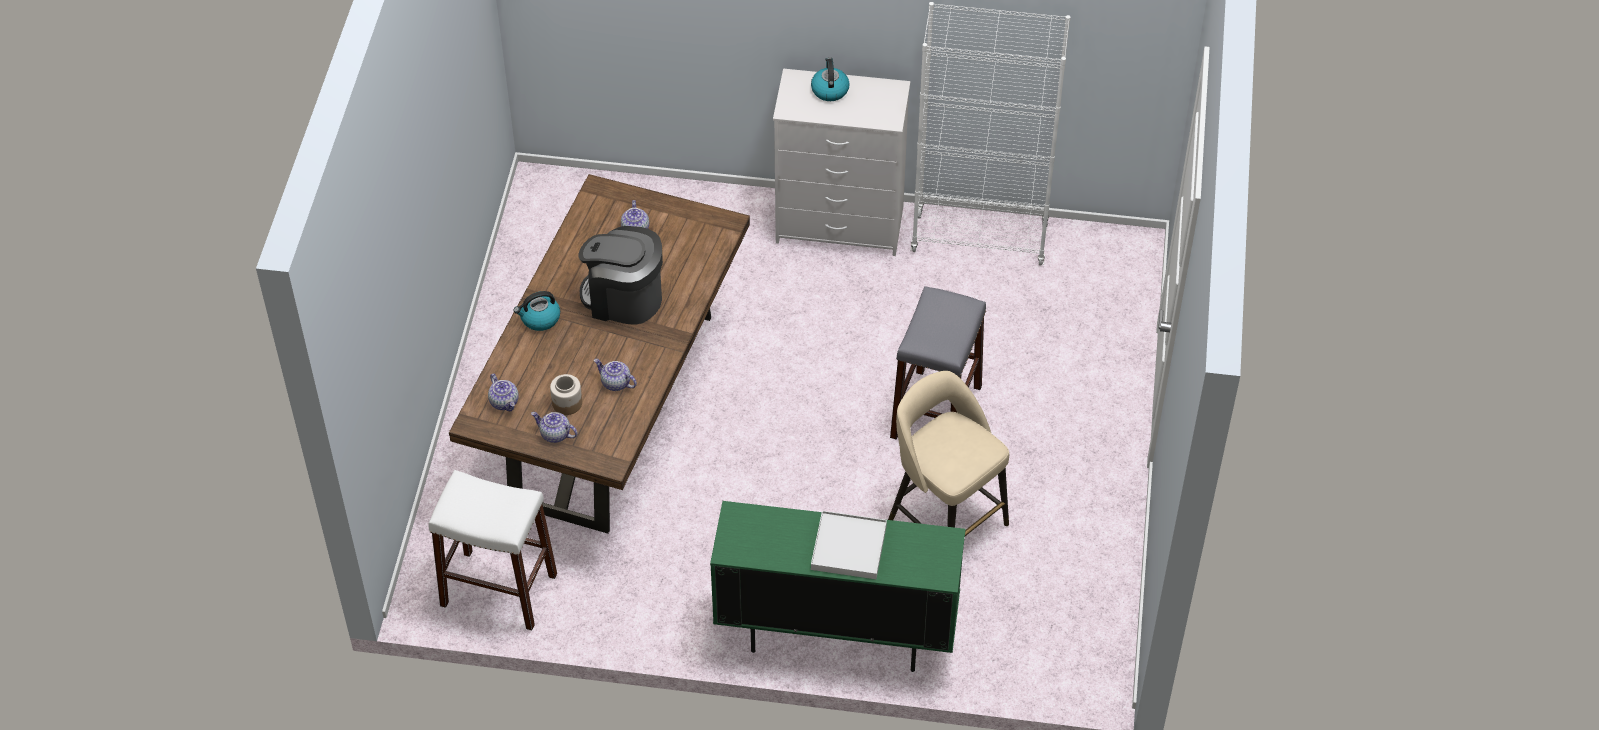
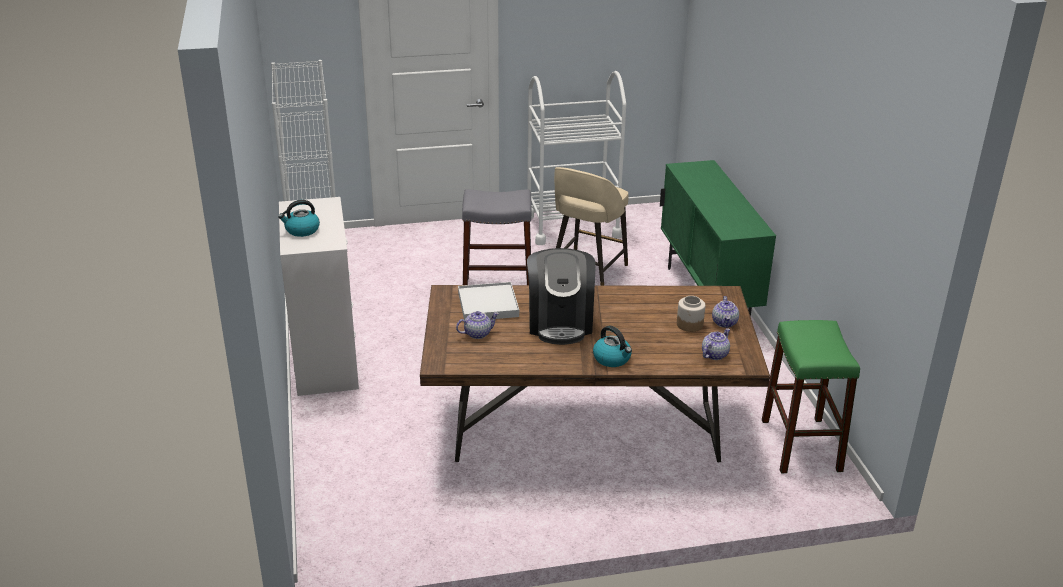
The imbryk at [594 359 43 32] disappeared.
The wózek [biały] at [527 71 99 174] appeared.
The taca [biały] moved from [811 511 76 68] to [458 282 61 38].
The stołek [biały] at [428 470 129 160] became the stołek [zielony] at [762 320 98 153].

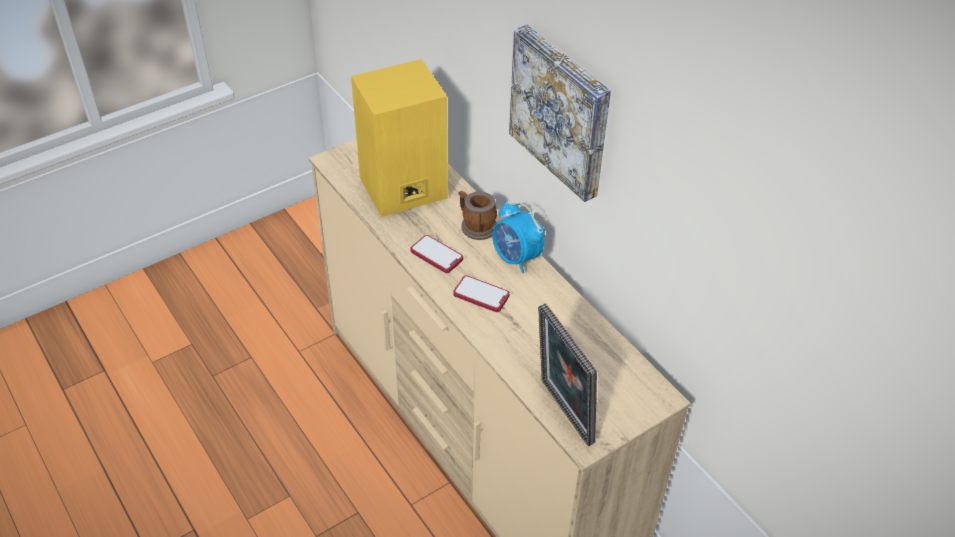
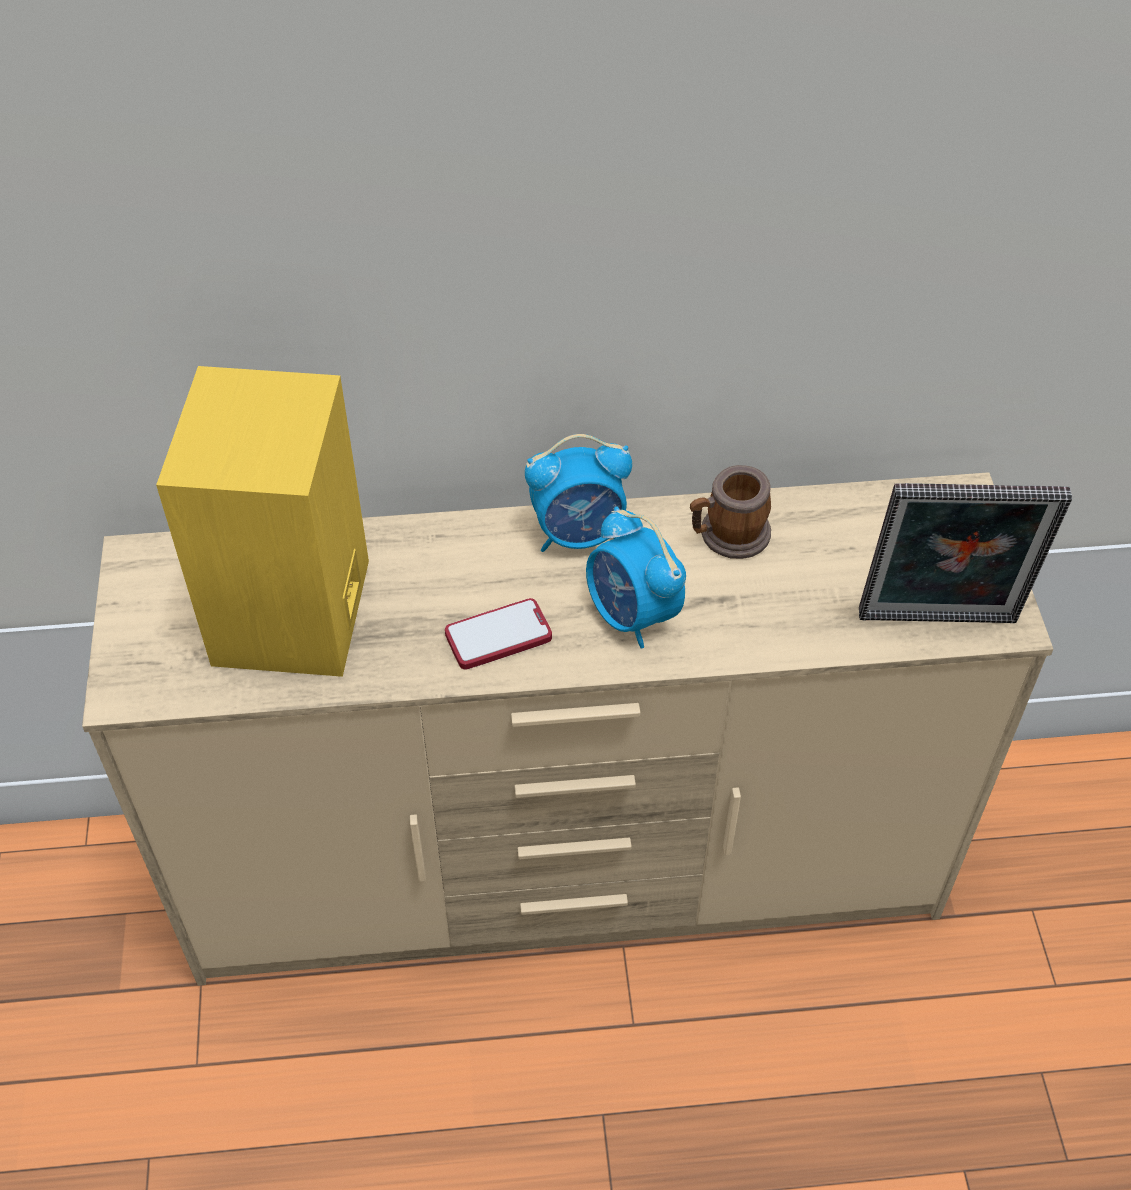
The obraz at [509 25 102 177] disappeared.
The kubek moved from [458 191 39 49] to [690 465 81 94].
The telefon at [453 275 57 37] was replaced by the budzik at [586 506 100 143].

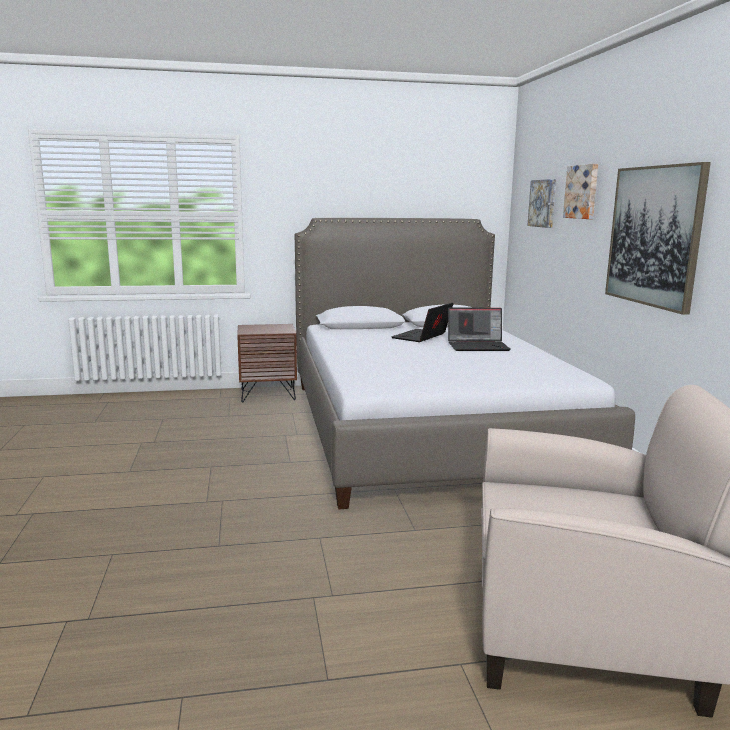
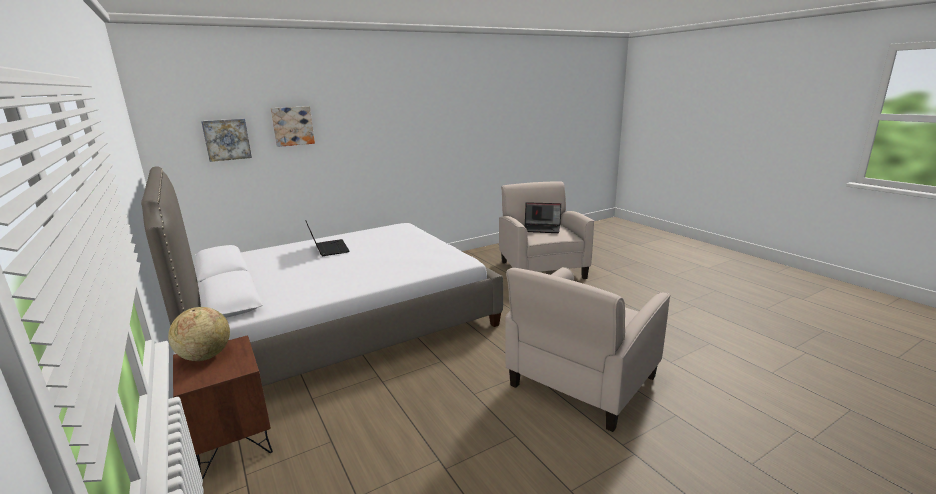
The obraz at [605 162 106 153] disappeared.
The globus at [168 307 62 54] appeared.
The fotel [beżowy] at [505 267 165 165] appeared.
The laptop moved from [391 303 63 39] to [524 202 37 31].

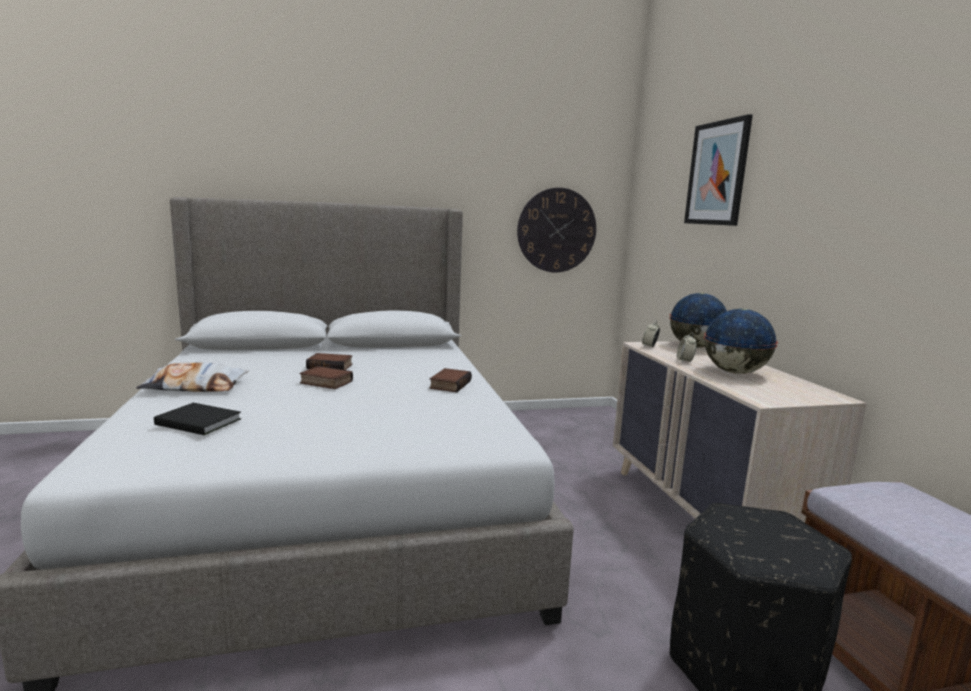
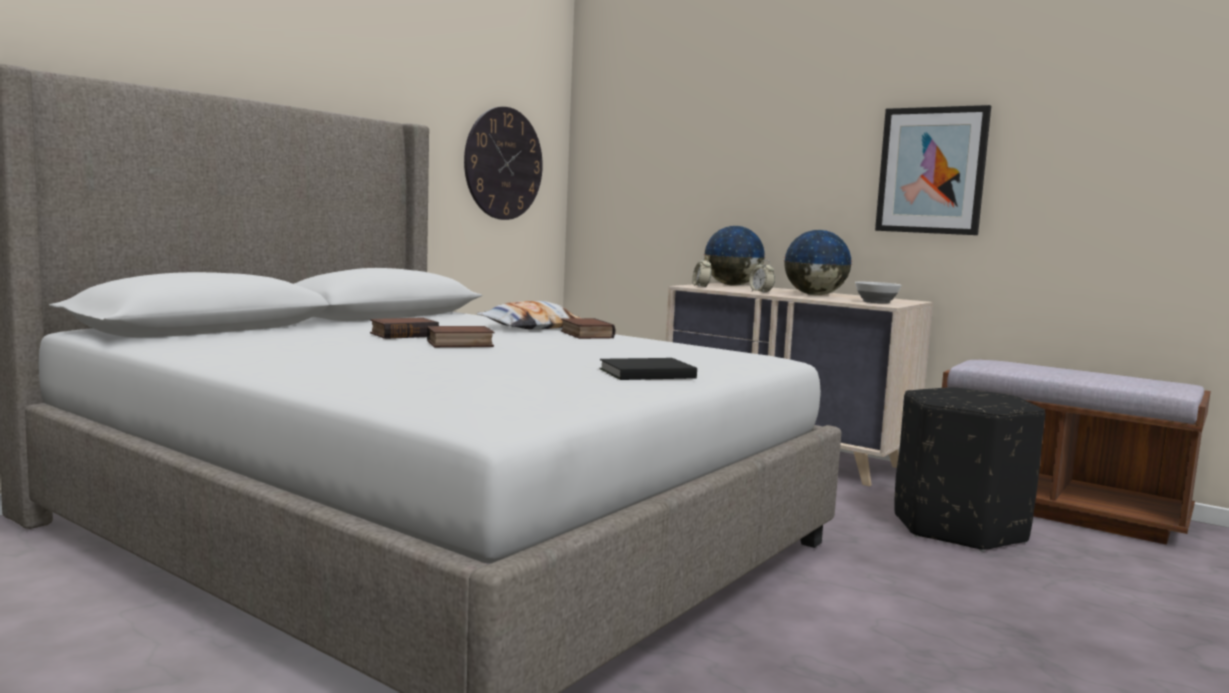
The miska at [855 282 47 22] appeared.
The poduszka moved from [136 362 113 30] to [476 301 104 29].
The książka [czarny] moved from [154 403 87 32] to [600 358 97 22].
The obraz moved from [684 114 69 112] to [875 105 116 130].

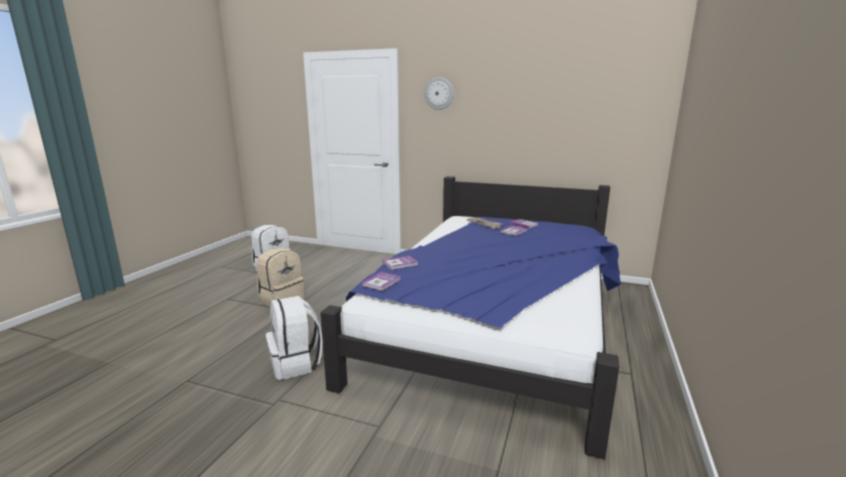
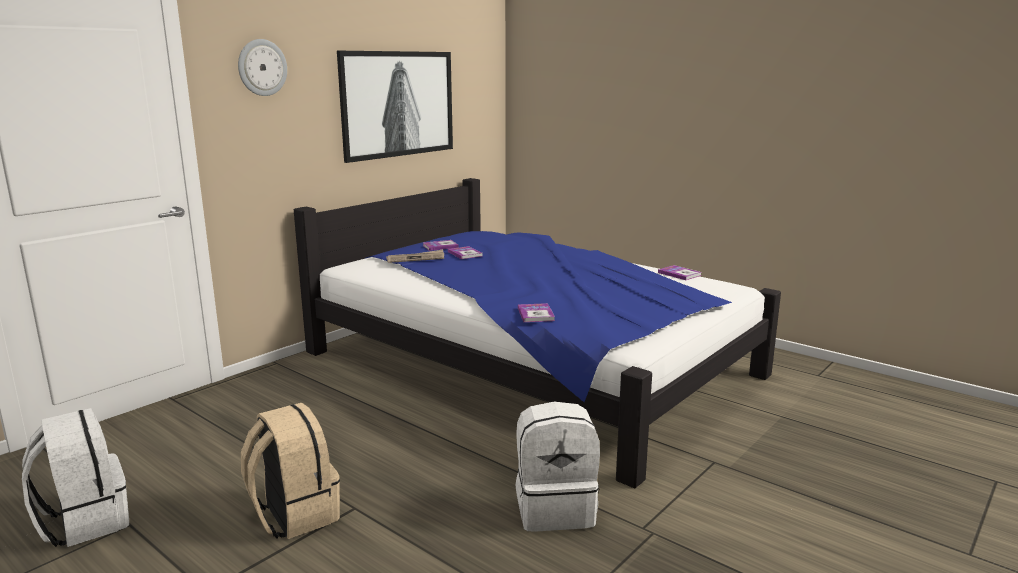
The obraz at [337 51 116 112] appeared.
The książka moved from [361 272 40 19] to [658 265 43 15].

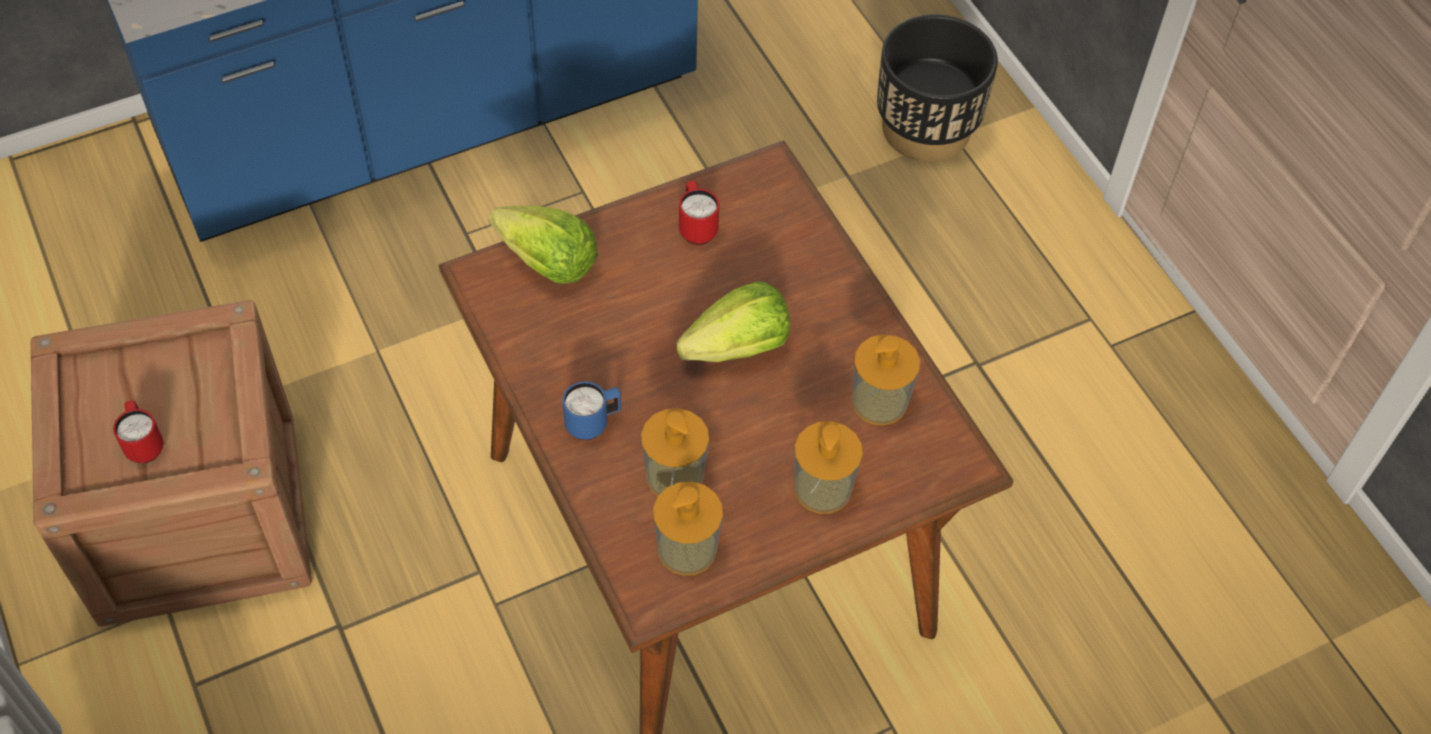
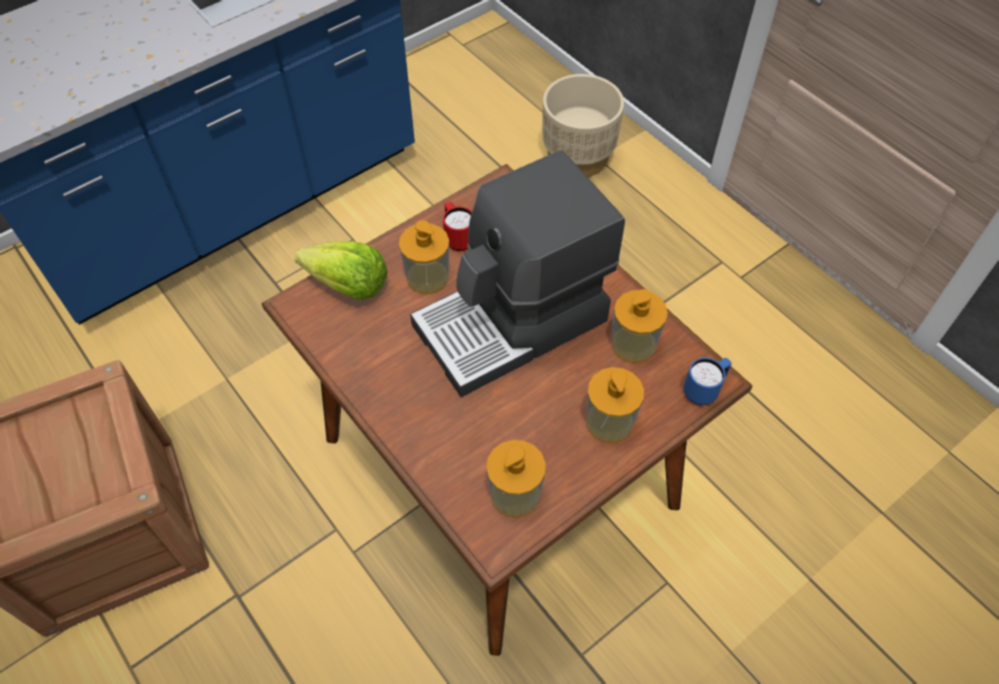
The kubek [czerwony] at [113 400 51 63] disappeared.
The kubek [niebieski] moved from [562 381 59 59] to [684 357 48 48].
The dozownik mydła moved from [641 408 68 88] to [399 220 50 74].
The sałata at [677 282 113 80] was replaced by the ekspres do kawy at [410 150 215 247].
The donica [czarny] at [877 14 121 148] became the donica [beżowy] at [543 74 81 103].

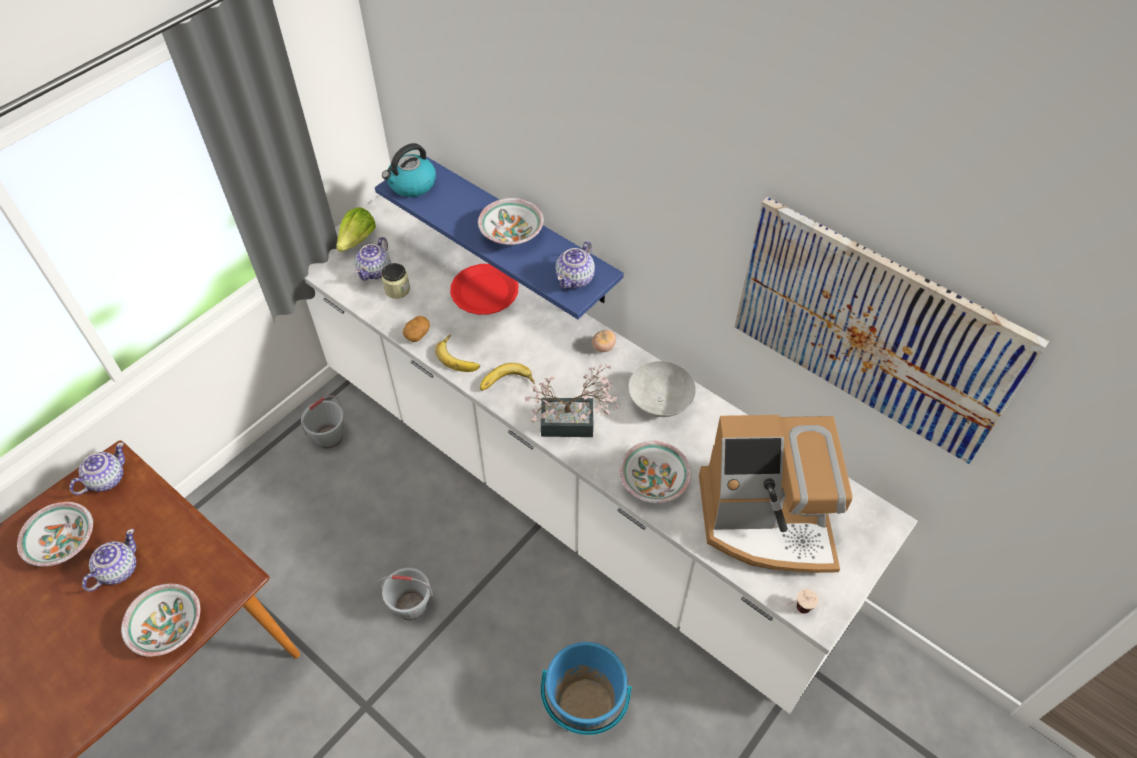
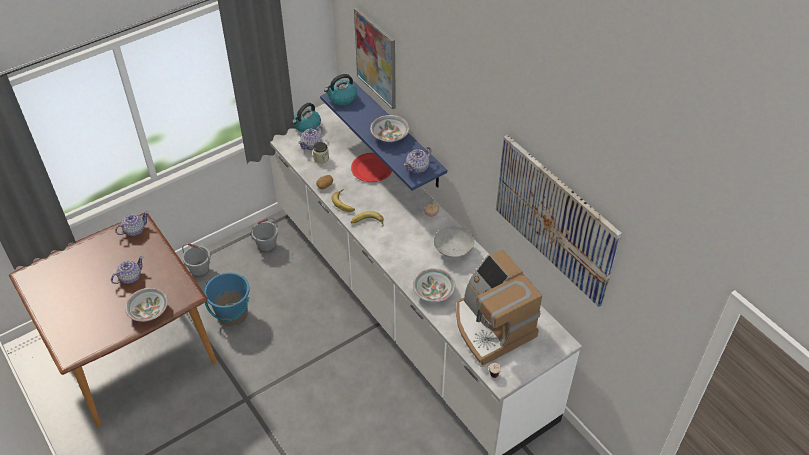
The miska at [17 502 76 64] disappeared.
The roślina doniczkowa at [525 364 93 73] disappeared.
The obraz at [354 7 42 103] appeared.
The wiadro [szary] moved from [379 568 54 53] to [182 243 28 34].
The wiadro [niebieski] moved from [541 642 91 93] to [204 272 46 54].
The sałata at [336 207 40 45] was replaced by the czajnik at [292 103 29 29].
The ekspres do kawy at [699 415 153 158] turned 45 degrees clockwise.

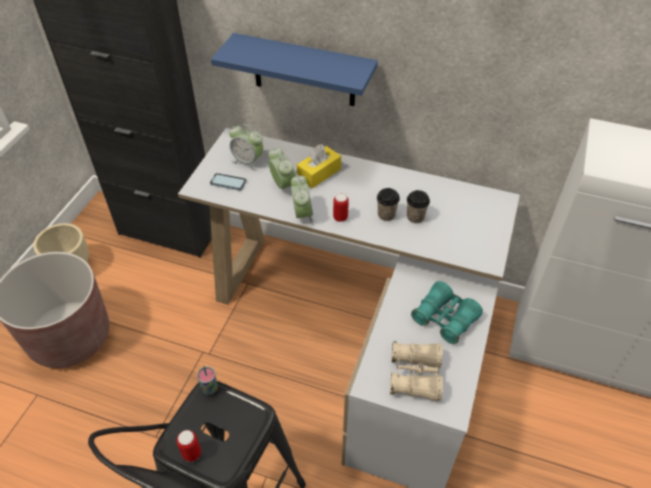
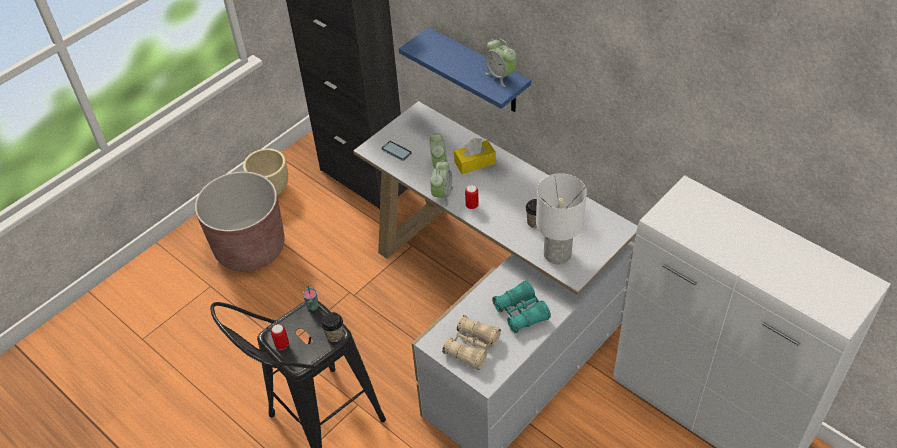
The lampa stołowa [biały] at [536 173 51 91] appeared.
The budzik moved from [229 124 34 47] to [485 39 31 48].
The filiżanka moved from [377 188 23 33] to [321 312 22 30].

